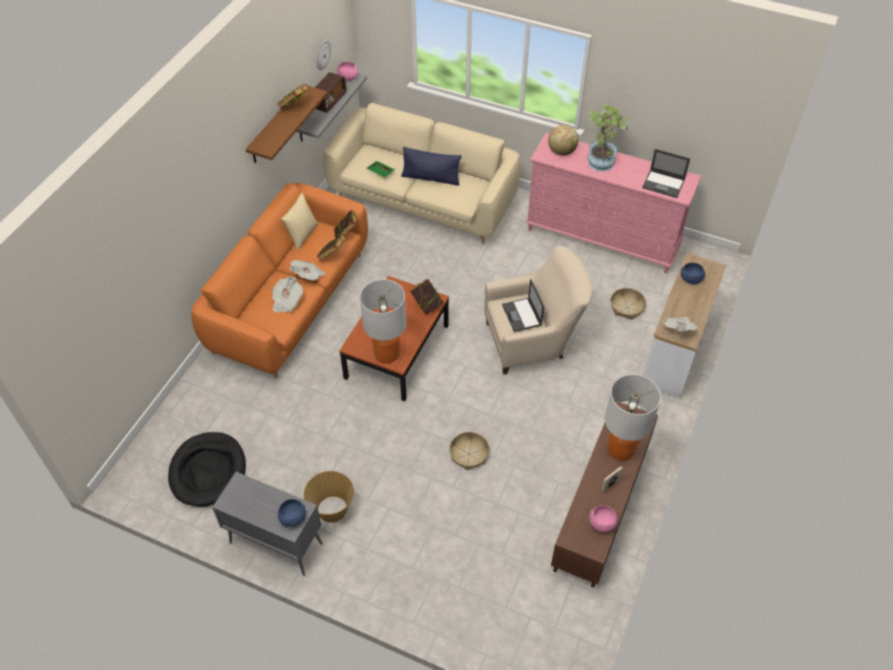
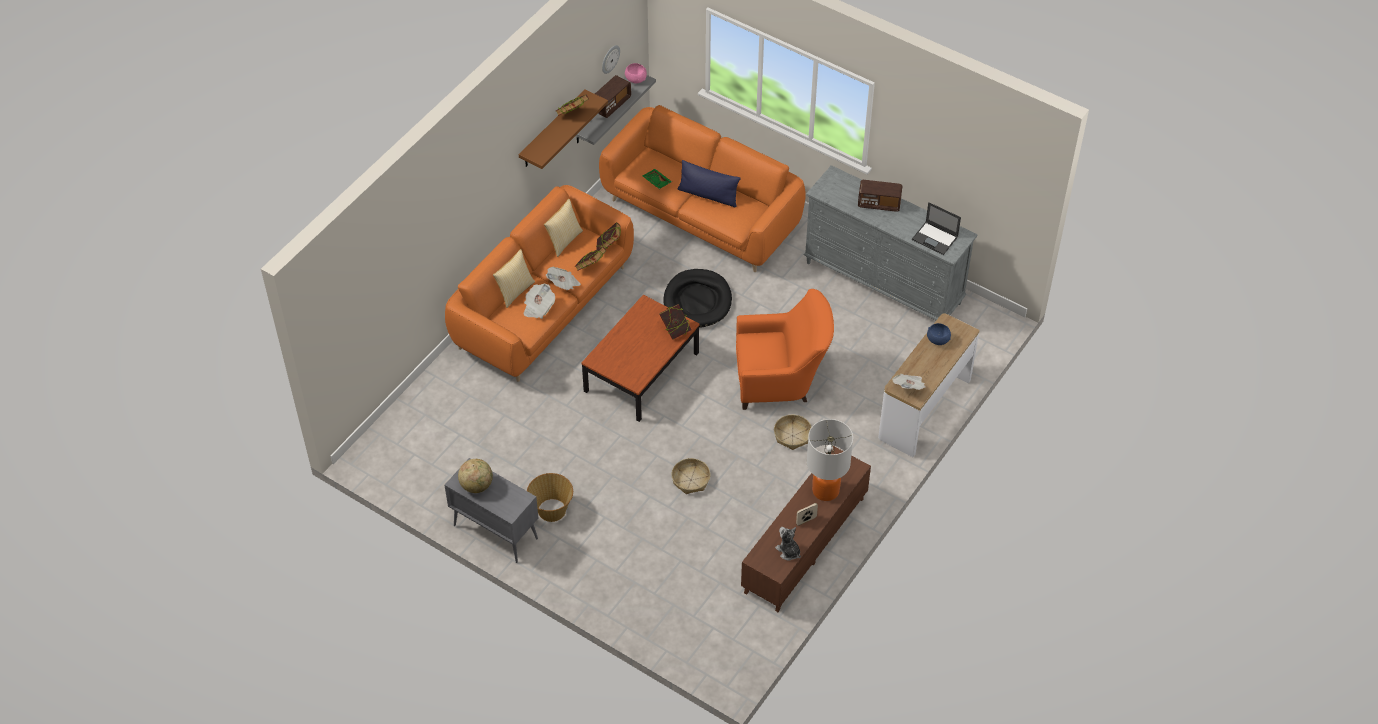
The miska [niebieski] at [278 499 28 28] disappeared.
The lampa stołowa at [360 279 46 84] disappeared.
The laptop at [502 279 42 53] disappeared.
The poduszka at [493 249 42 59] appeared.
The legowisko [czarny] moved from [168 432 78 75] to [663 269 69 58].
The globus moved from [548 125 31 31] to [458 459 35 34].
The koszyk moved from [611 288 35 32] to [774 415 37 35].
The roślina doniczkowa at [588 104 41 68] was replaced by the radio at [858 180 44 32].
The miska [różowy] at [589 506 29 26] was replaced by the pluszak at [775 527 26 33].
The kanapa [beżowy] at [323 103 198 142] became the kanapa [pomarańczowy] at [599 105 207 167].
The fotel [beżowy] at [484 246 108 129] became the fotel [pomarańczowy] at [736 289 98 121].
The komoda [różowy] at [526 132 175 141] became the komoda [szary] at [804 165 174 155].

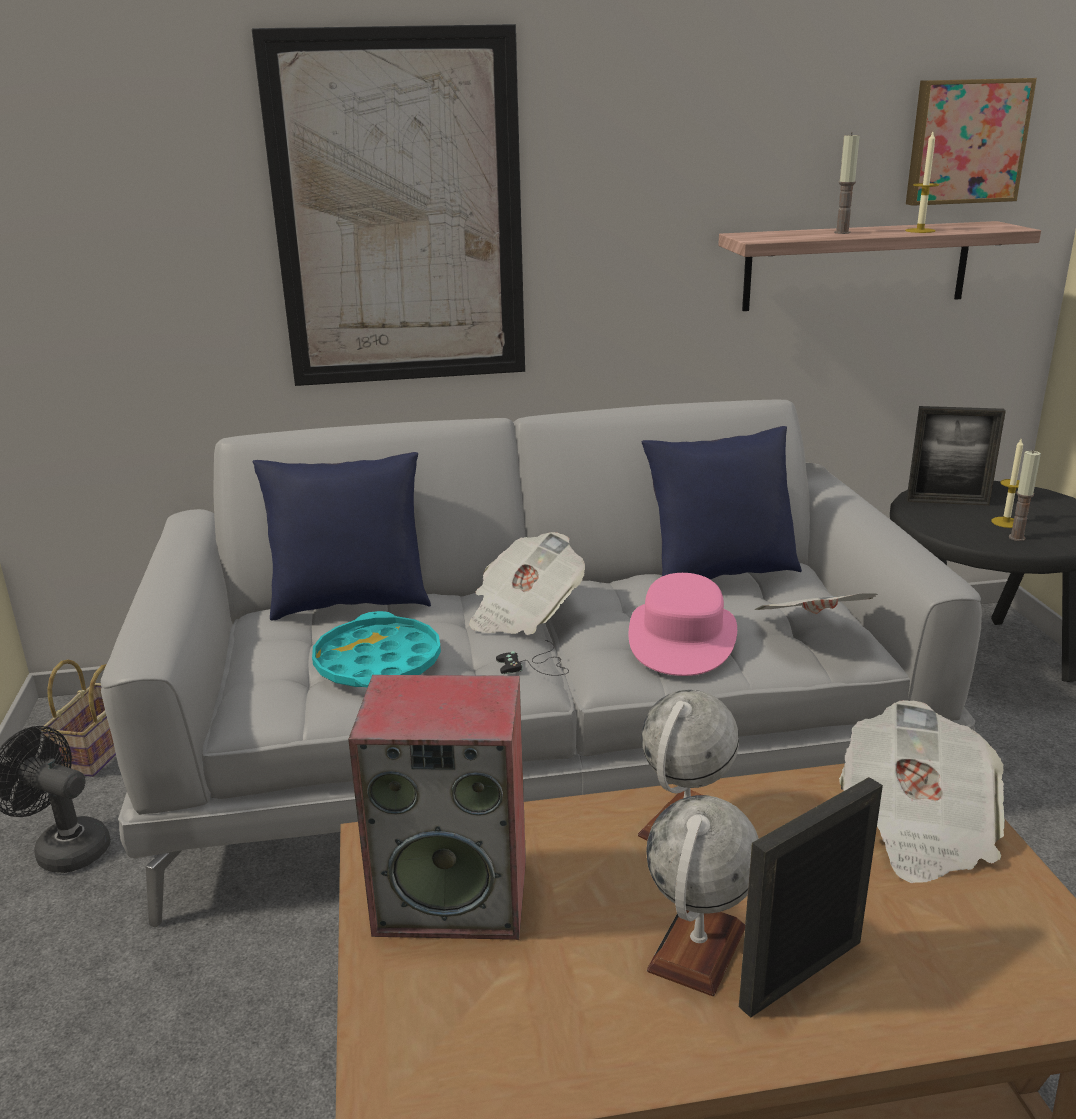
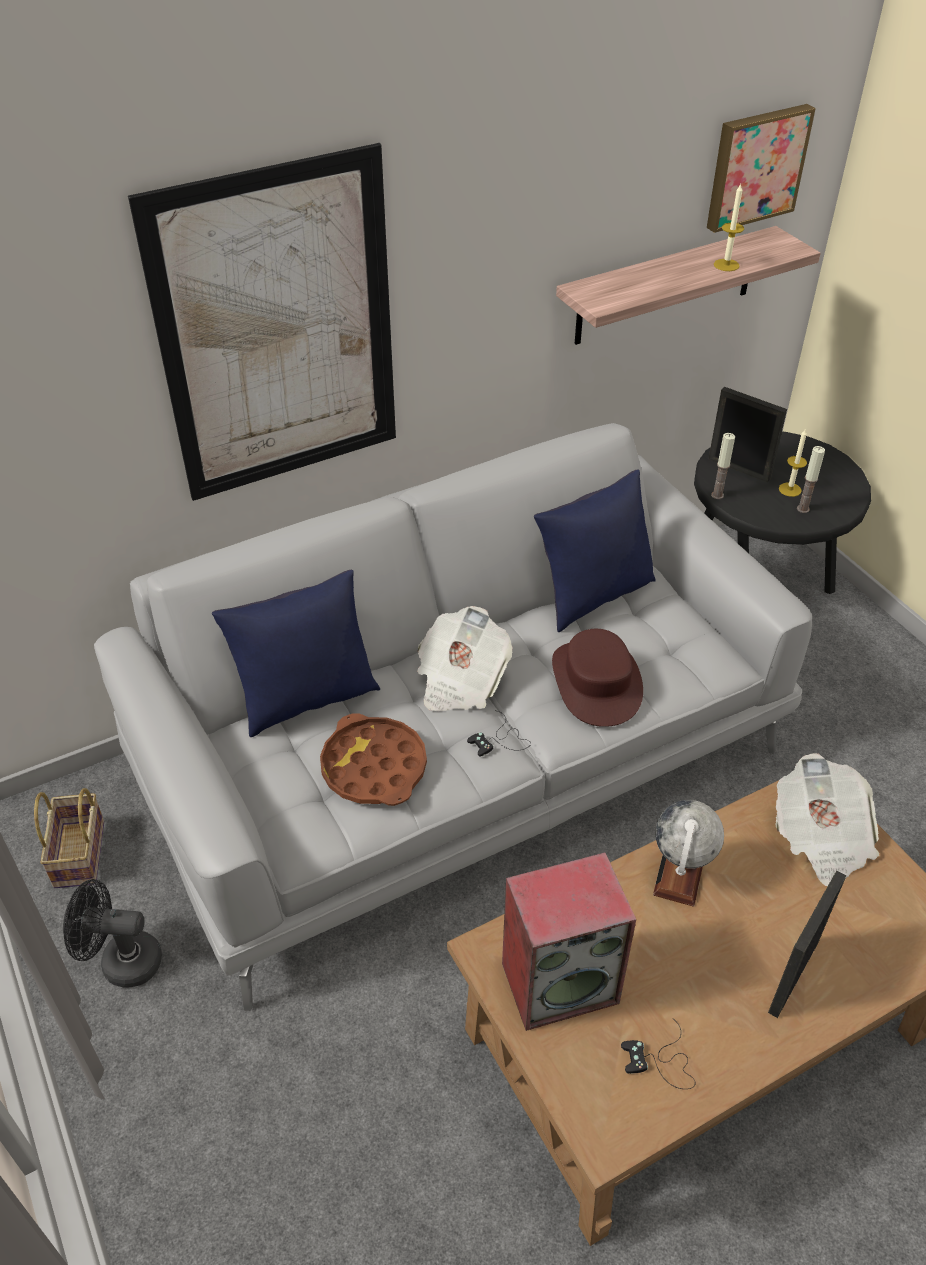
The globus at [646 795 113 201] disappeared.
The gazeta at [756 593 122 21] disappeared.
The pad do gier [czarny] at [621 1019 74 70] appeared.
The świeca moved from [834 132 26 102] to [711 433 24 66].
The taca [turkusowy] at [312 611 129 77] became the taca [brązowy] at [320 713 107 93].
The kapelusz [różowy] at [629 573 108 103] became the kapelusz [brązowy] at [552 629 91 98].
The ramka na zdjęcie at [907 406 99 100] turned 135 degrees counterclockwise.

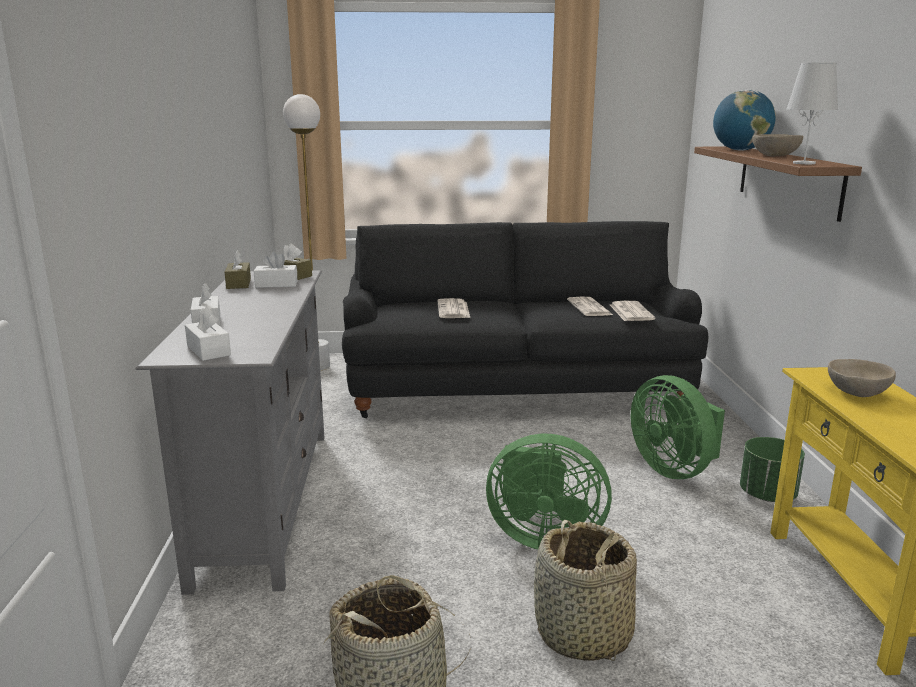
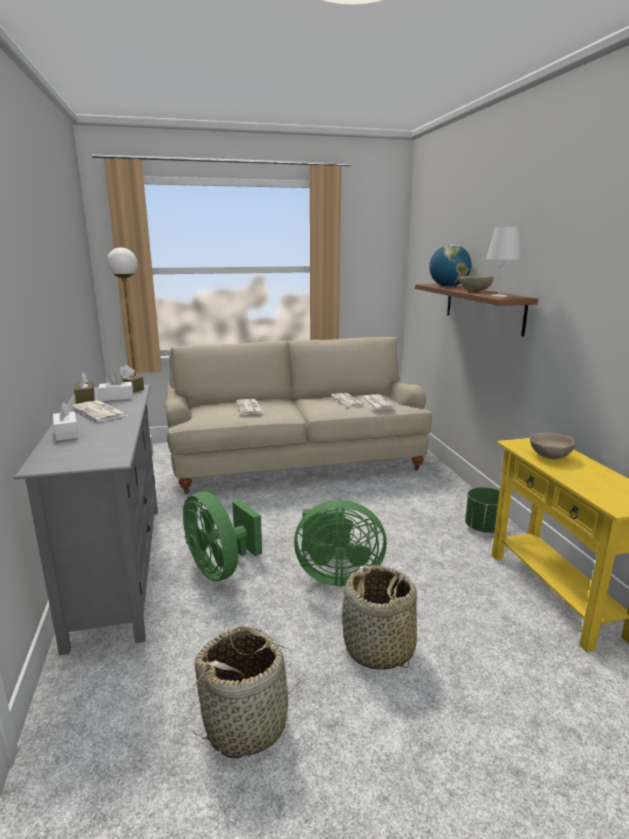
The pudełko chusteczek [biały] at [185 307 46 54] disappeared.
The gazeta at [72 400 57 22] appeared.
The wentylator [zielony] moved from [631 375 94 104] to [183 492 79 89].
The kanapa [czarny] at [342 221 366 197] became the kanapa [beżowy] at [165 337 267 156].

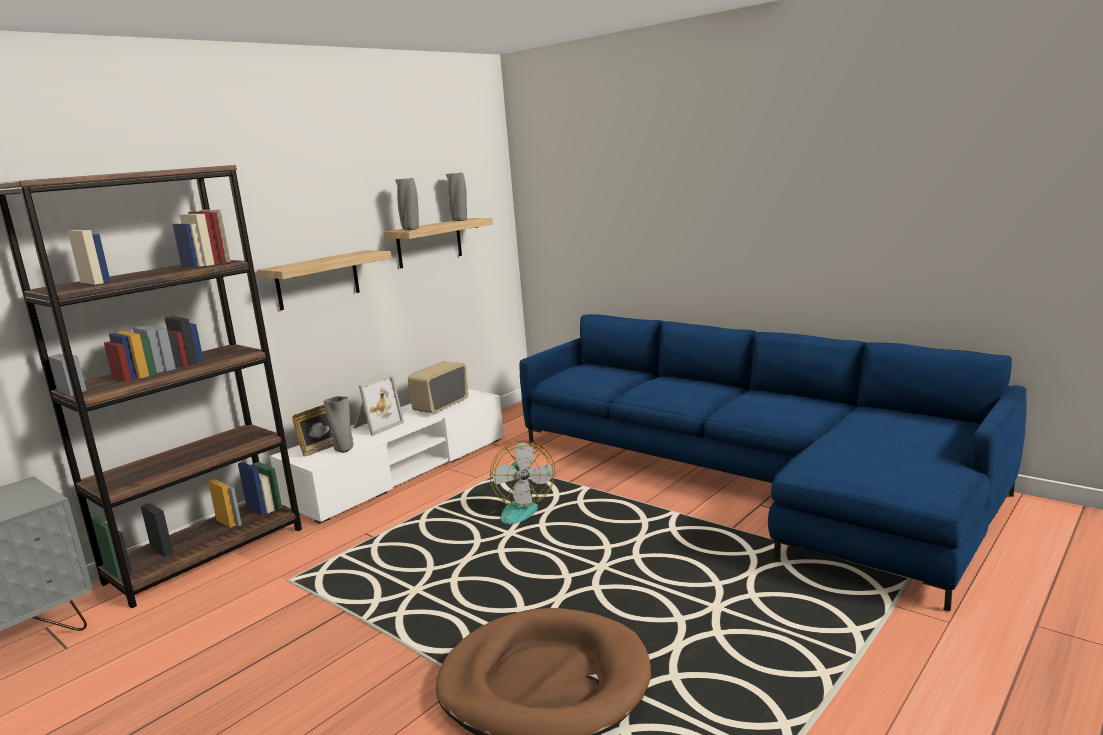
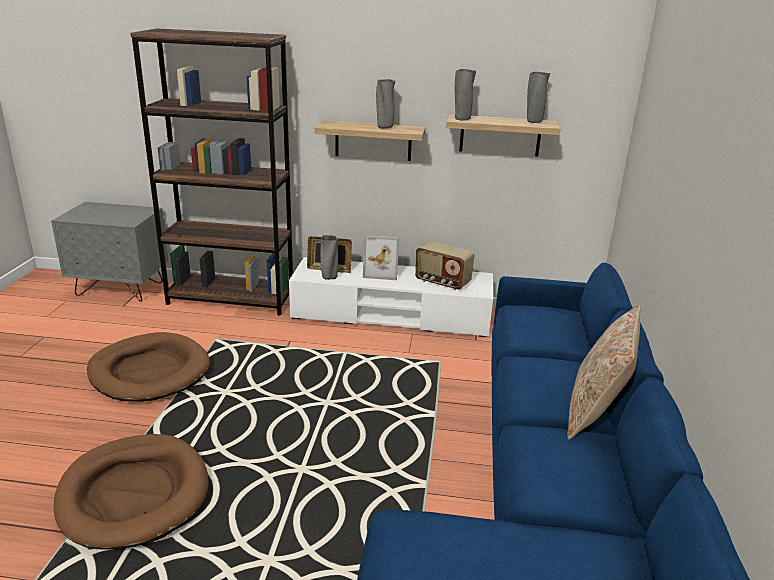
The wentylator at [490 441 65 84] disappeared.
The legowisko [brązowy] at [87 332 123 70] appeared.
The wazon [szary] at [376 79 19 50] appeared.
The poduszka [beżowy] at [567 304 74 136] appeared.
The radio at [408 361 61 53] turned 150 degrees counterclockwise.

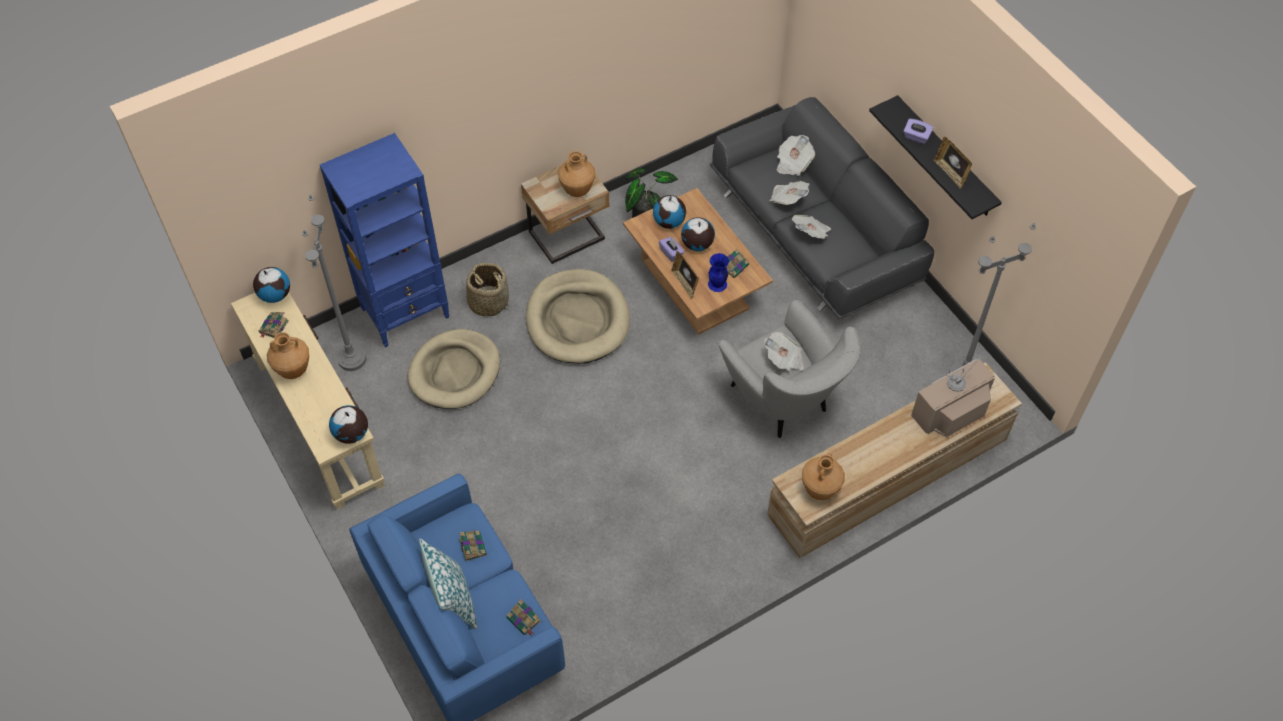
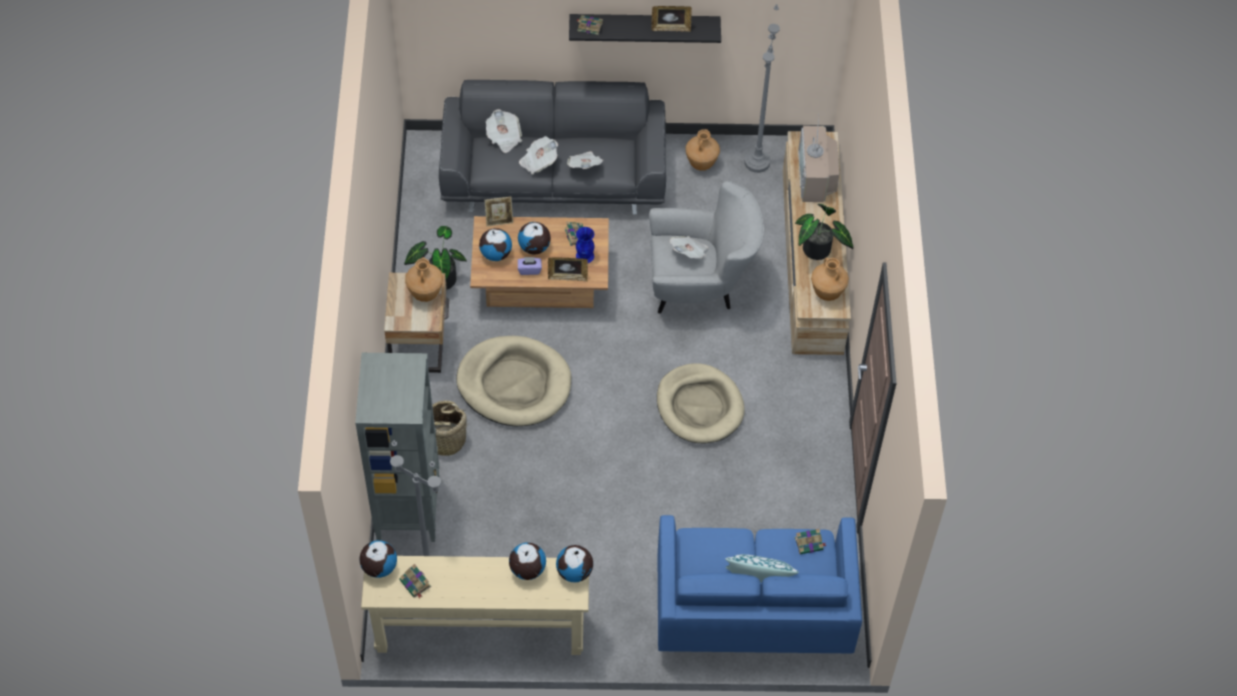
The pudełko chusteczek [fioletowy] at [904 119 29 25] disappeared.
The ramka na zdjęcie at [484 197 29 30] appeared.
The globus at [509 542 37 38] appeared.
The roślina doniczkowa at [795 204 58 56] appeared.
The wazon [brązowy] moved from [267 332 42 47] to [686 129 34 42].
The legowisko [beżowy] moved from [408 329 92 80] to [657 363 88 80].
The książka moved from [459 530 28 32] to [577 15 26 20].
The regał [niebieski] at [320 133 130 214] became the regał [szary] at [355 353 85 189].

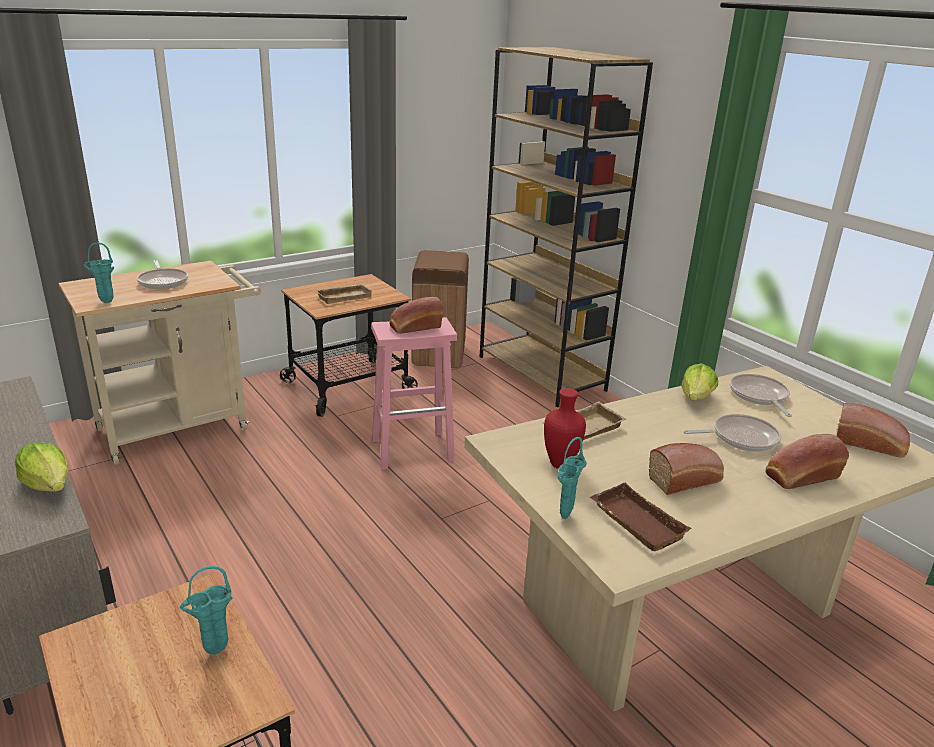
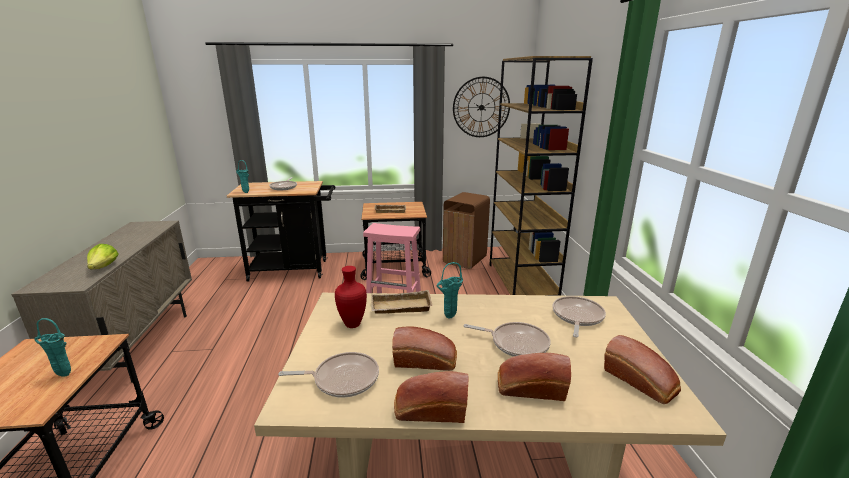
The sałata at [681 363 37 38] disappeared.
The zegar ścienny at [453 77 57 60] appeared.
The chleb moved from [390 297 53 37] to [394 371 74 52].
The wazon [turkusowy] moved from [557 437 30 82] to [436 262 27 57].
The taca [brązowy] at [590 483 102 68] was replaced by the patelnia at [278 352 101 46].
The wózek [beżowy] at [58 261 203 204] became the wózek [czarny] at [227 181 108 101].

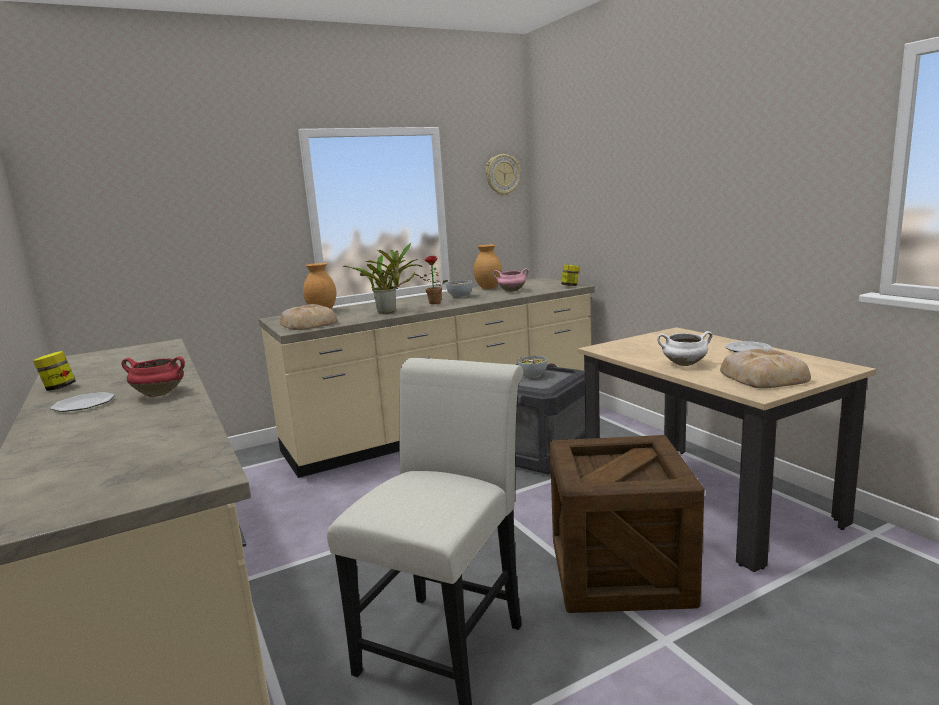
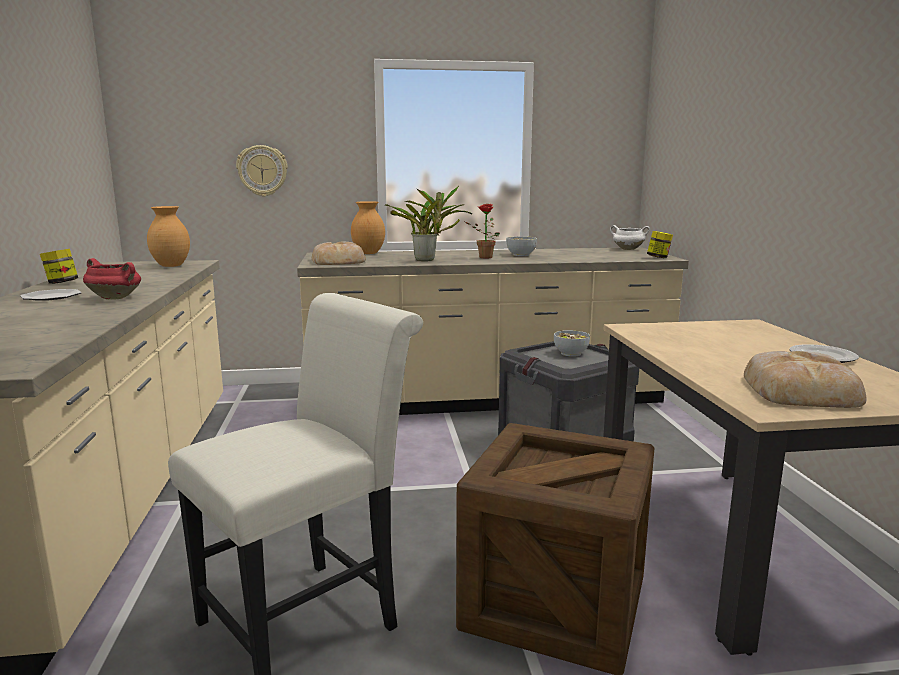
The garnek [różowy] at [493 268 36 24] disappeared.
The wazon [brązowy] moved from [473 245 29 44] to [147 206 43 61].
The zegar ścienny moved from [486 154 35 42] to [236 145 52 52].
The garnek [biały] moved from [657 331 56 35] to [610 225 40 25].

